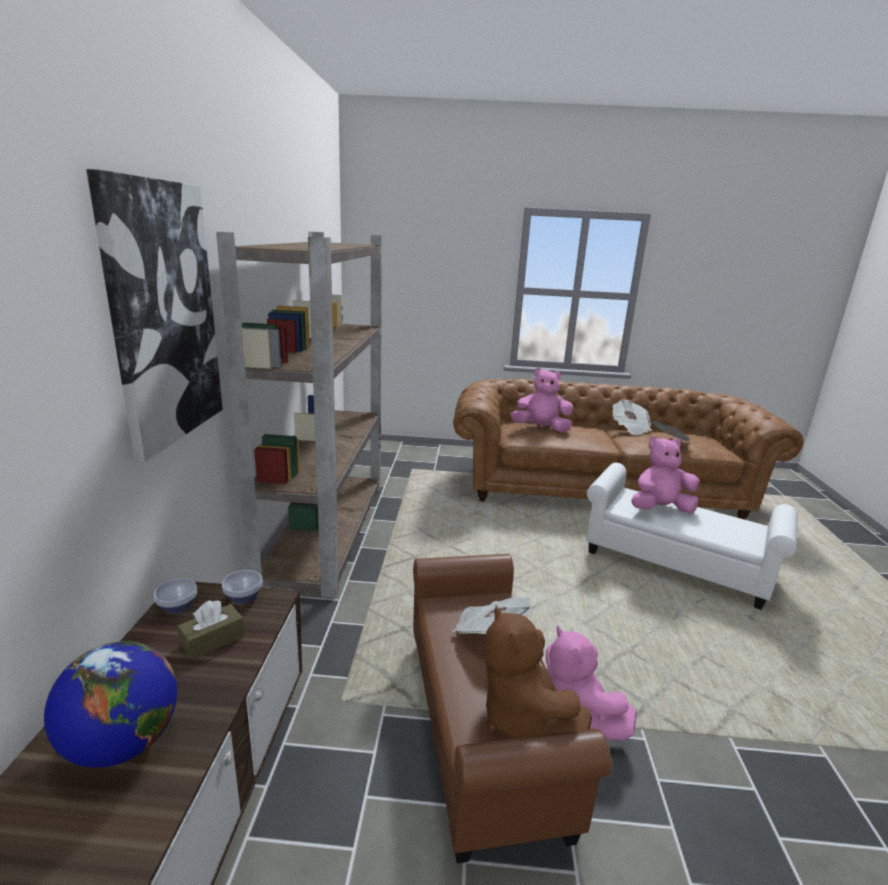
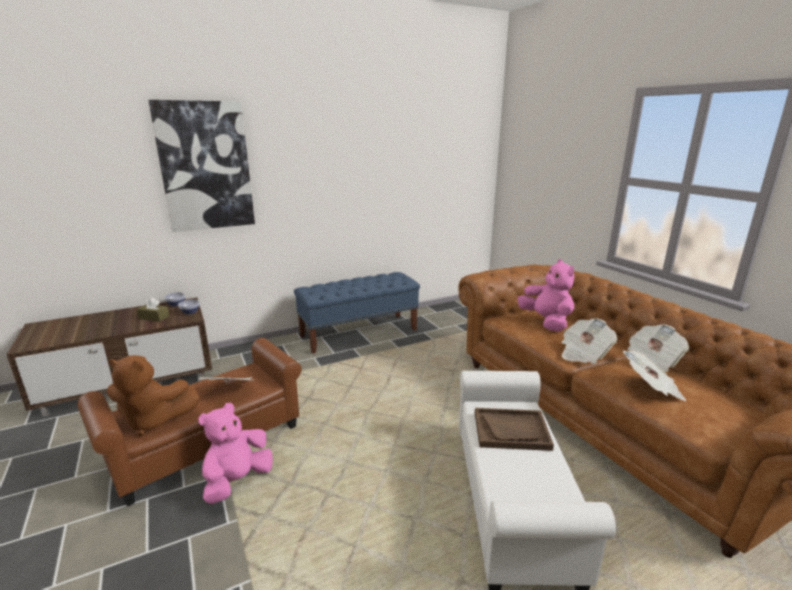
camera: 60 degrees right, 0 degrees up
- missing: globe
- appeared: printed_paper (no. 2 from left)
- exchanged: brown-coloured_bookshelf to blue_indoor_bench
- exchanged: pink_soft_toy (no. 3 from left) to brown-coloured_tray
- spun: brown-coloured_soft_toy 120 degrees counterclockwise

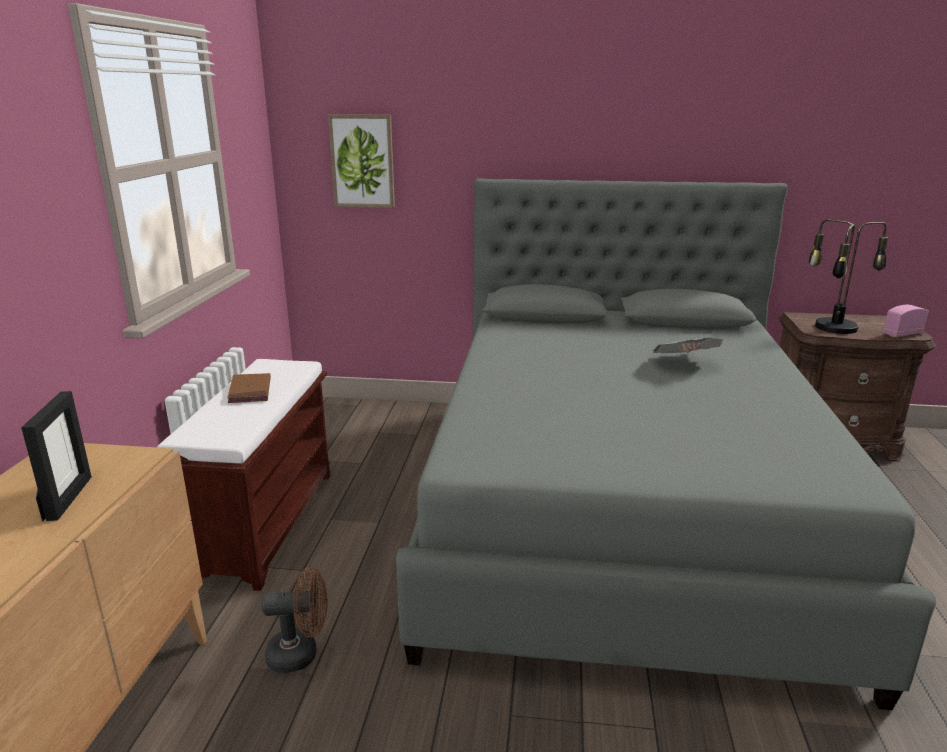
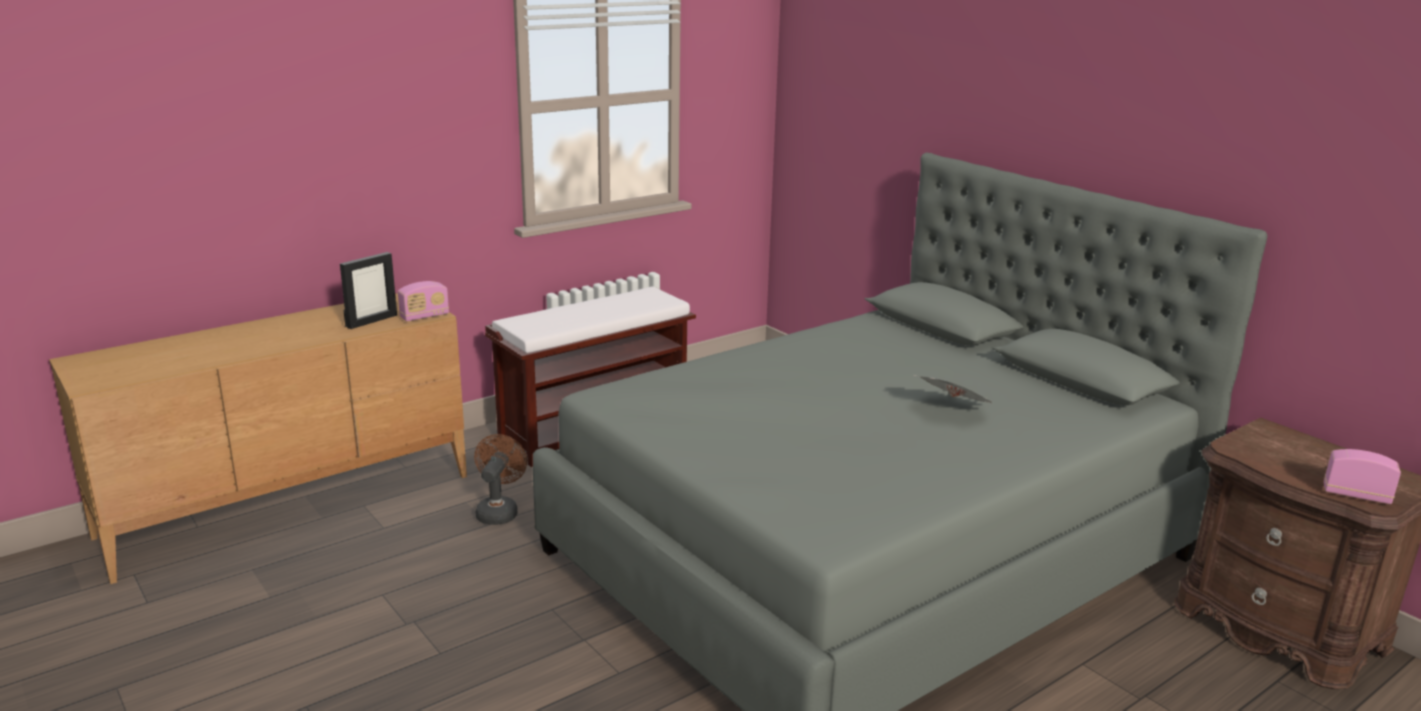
camera: 45 degrees right, 0 degrees up
- missing: brown-coloured_book
- missing: wall_picture
- missing: lamp_for_a_table
- appeared: radio_receiver (no. 1 from left)
- spun: brown-coloured_electric_fan 120 degrees counterclockwise

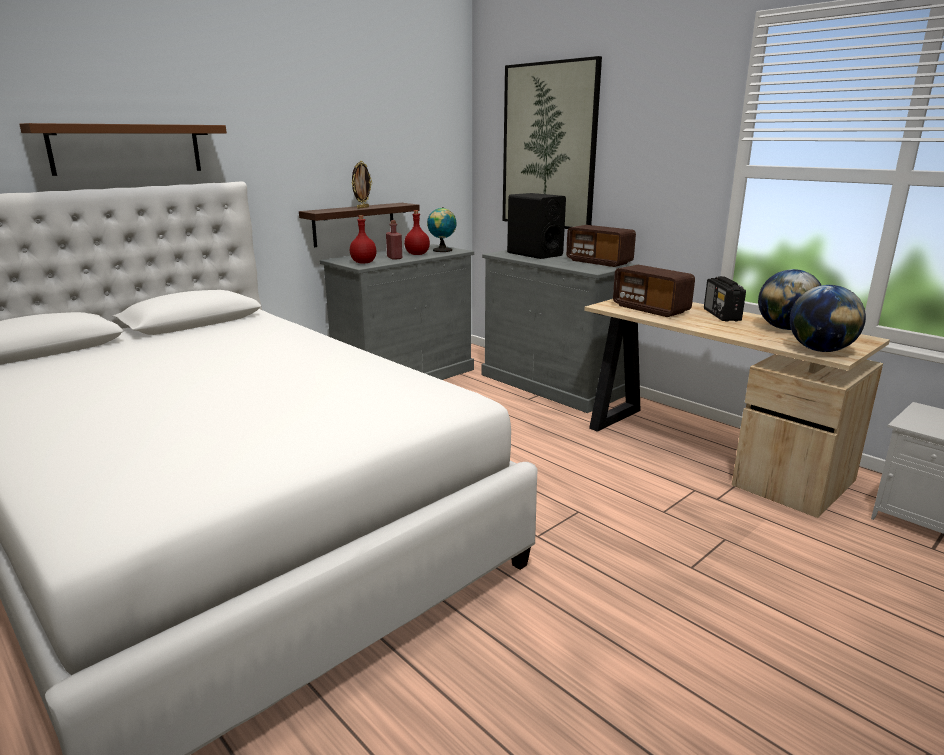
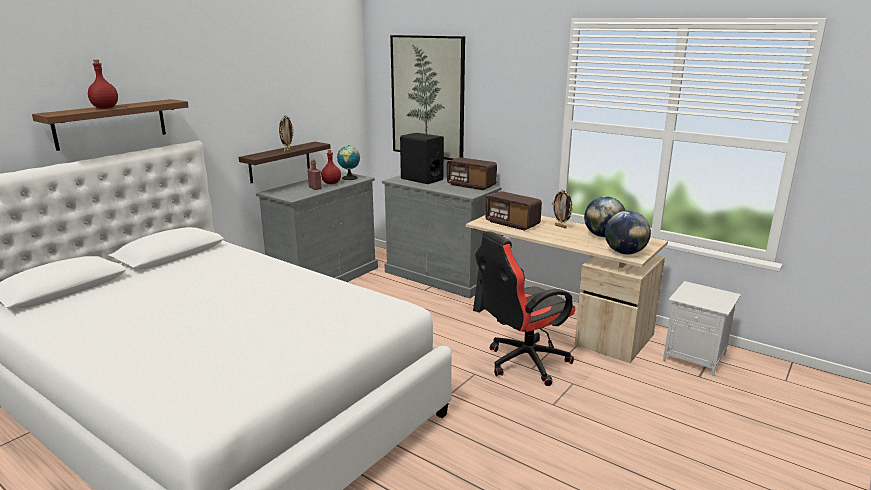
camera: 10 degrees left, 0 degrees up
- appeared: black_desk_chair
- relocated: red_bottle (no. 1 from left)
- exchanged: radio_receiver (no. 3 from left) to picture_frame (no. 2 from left)

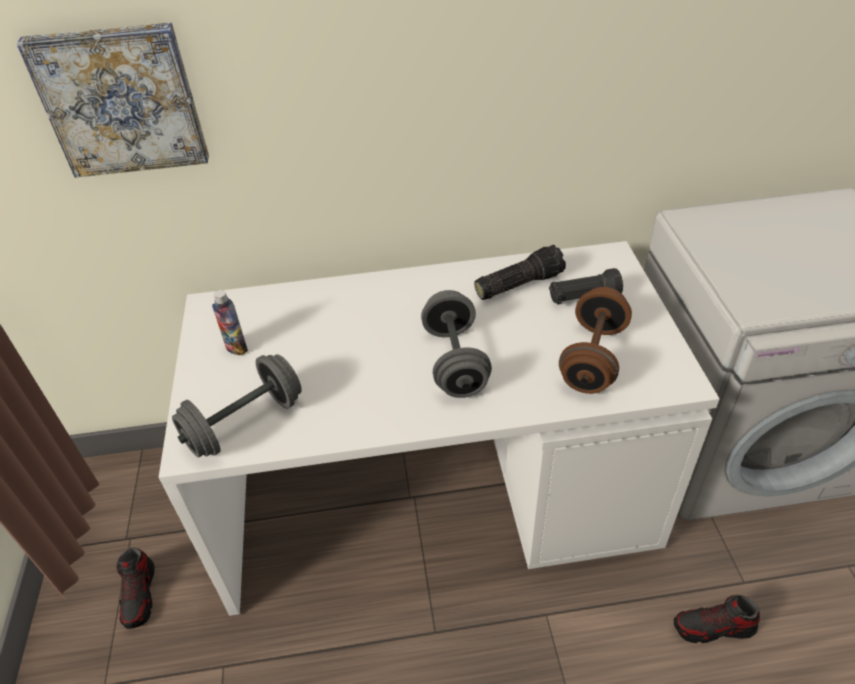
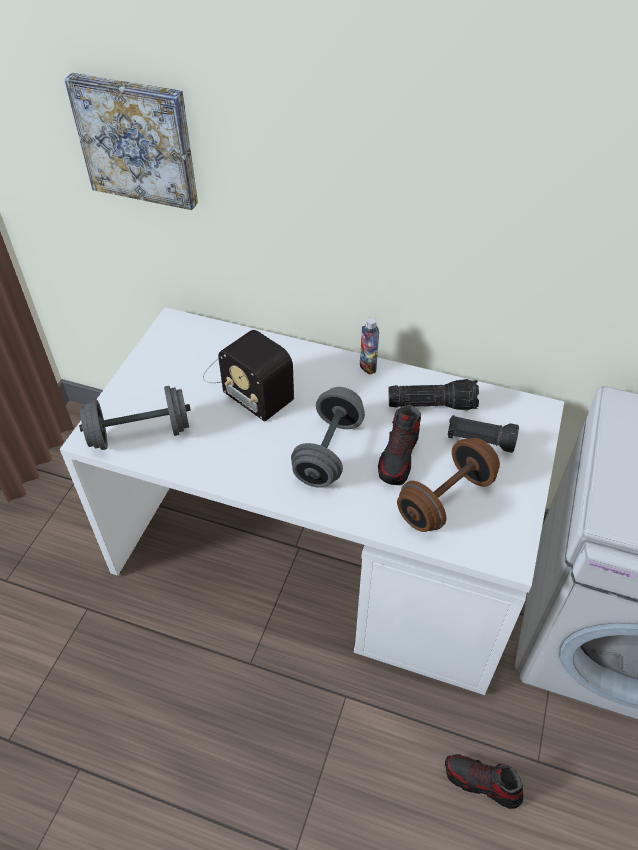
camera: 25 degrees right, 5 degrees up
- appeared: radio_receiver
- relocated: low_shoe (no. 1 from left)
- relocated: bottle

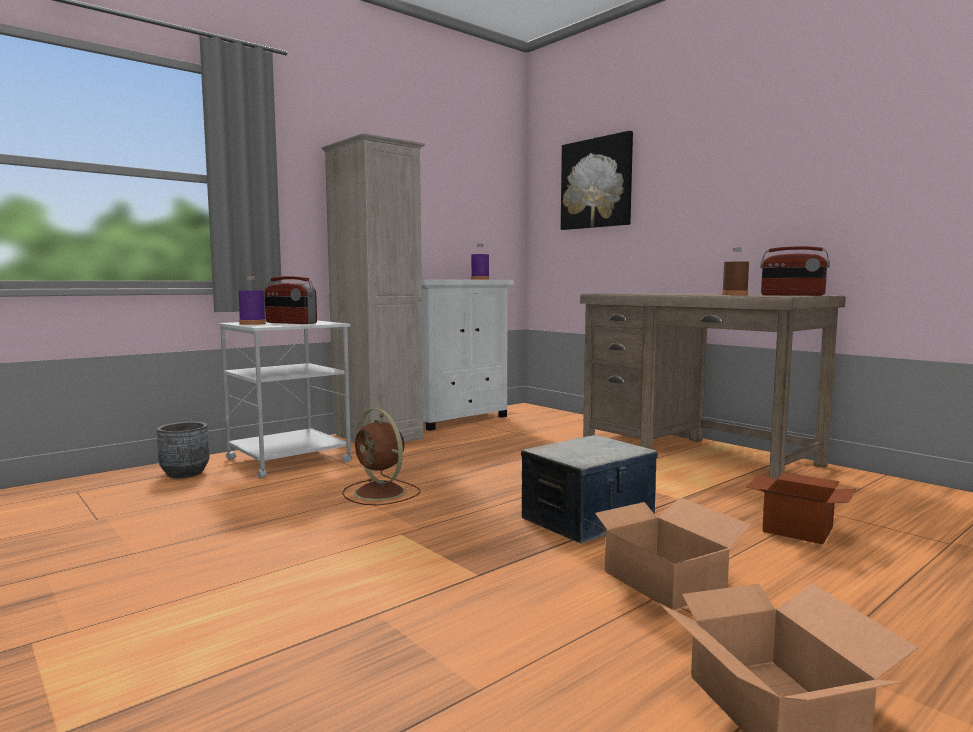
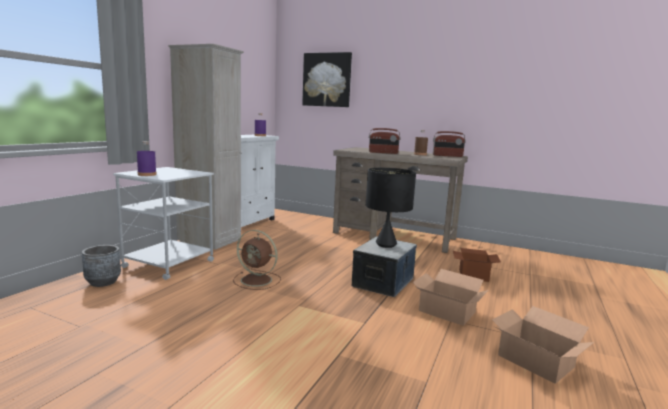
camera: 25 degrees left, 5 degrees up
- appeared: black_lamp_for_a_table
- relocated: radio_receiver (no. 1 from left)

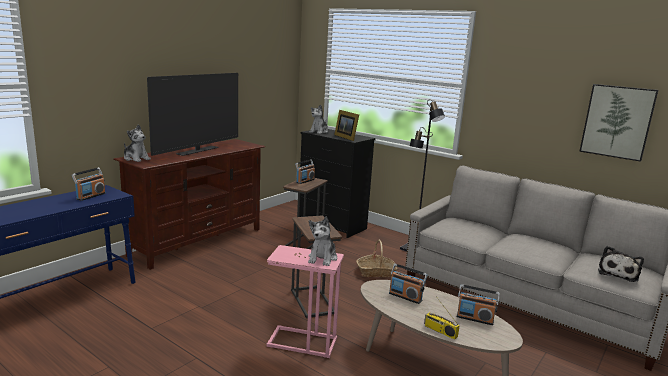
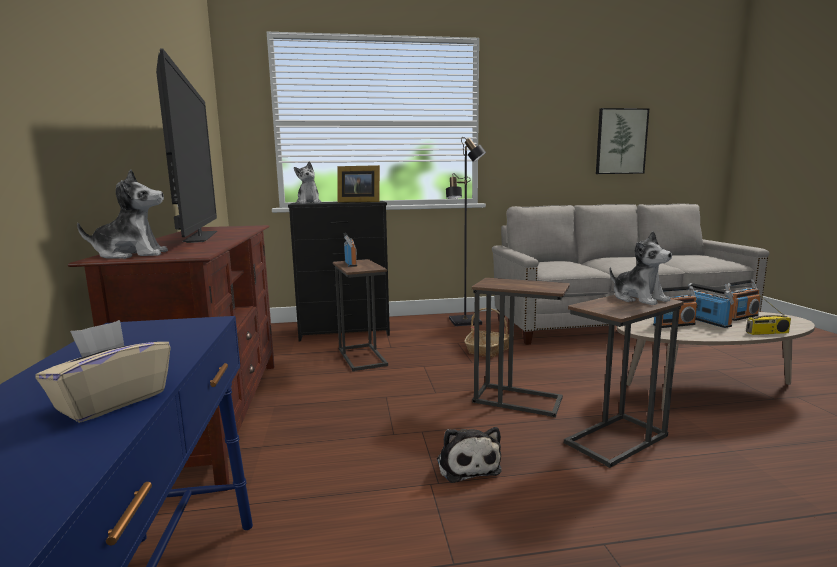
camera: 45 degrees left, 5 degrees down
- appeared: beige-coloured_tissue_holder
- relocated: radio_receiver (no. 1 from left in the first image) to radio_receiver (no. 3 from left)
- relocated: soft_toy (no. 4 from left in the first image) to soft_toy (no. 3 from left)
- colour: pink_end_table to brown-coloured_end_table (no. 3 from left)

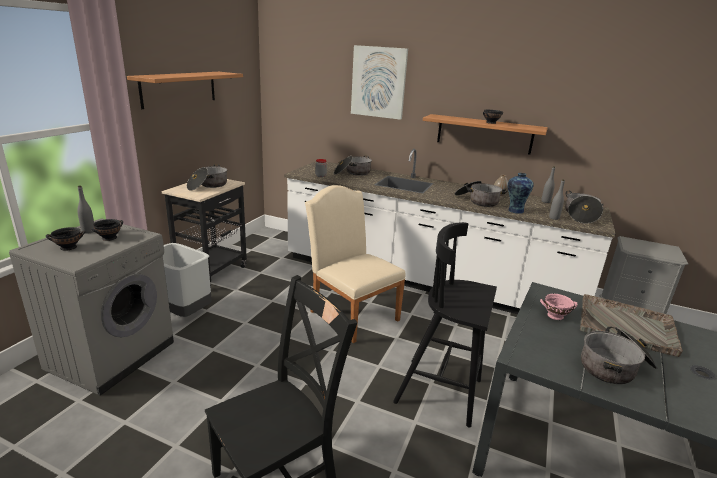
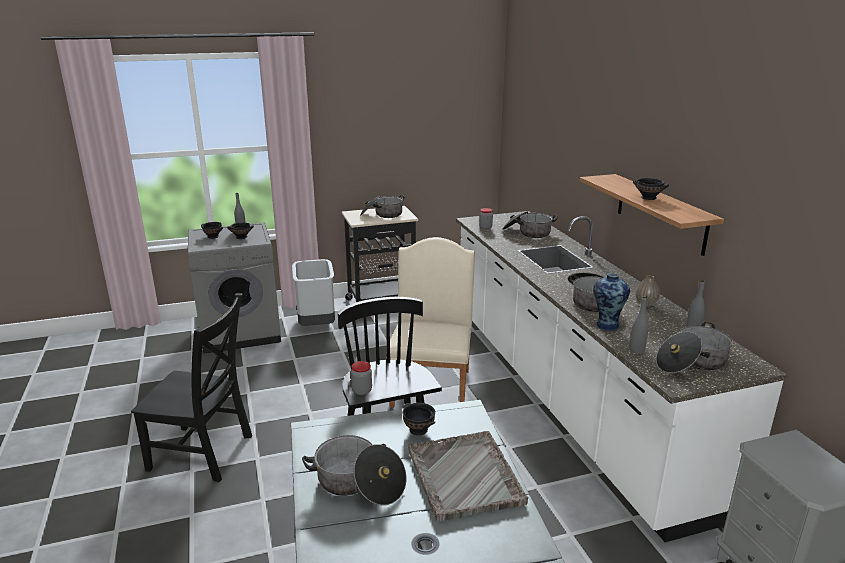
camera: 50 degrees right, 0 degrees up
- missing: wall_shelf (no. 1 from left)
- missing: wall_picture
- appeared: storage_jar (no. 1 from left)
- colour: pink_bowl to black_bowl (no. 3 from left)

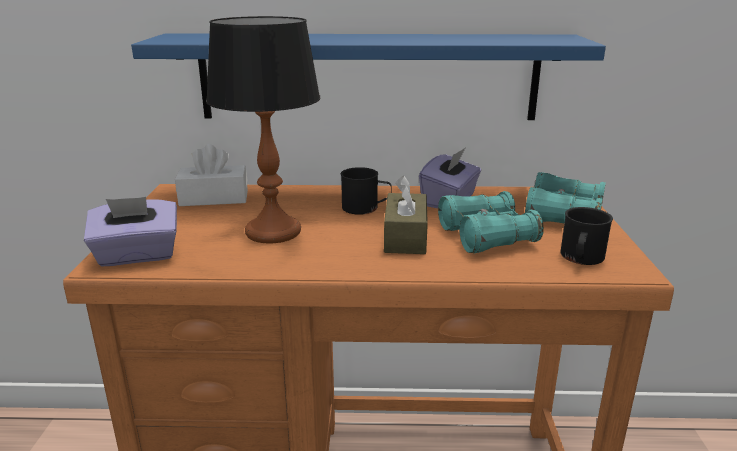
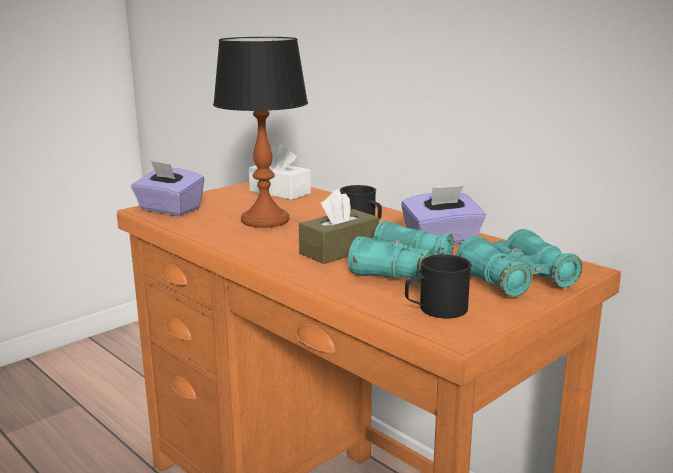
camera: 45 degrees right, 5 degrees down
- missing: blue_wall_shelf

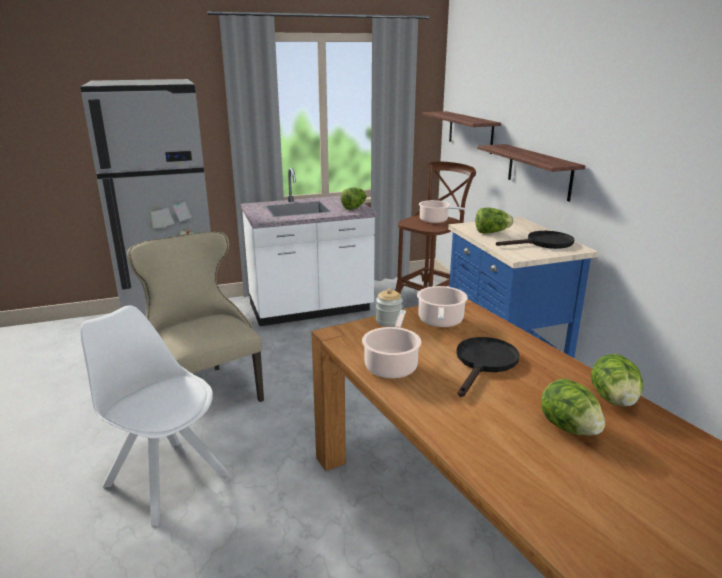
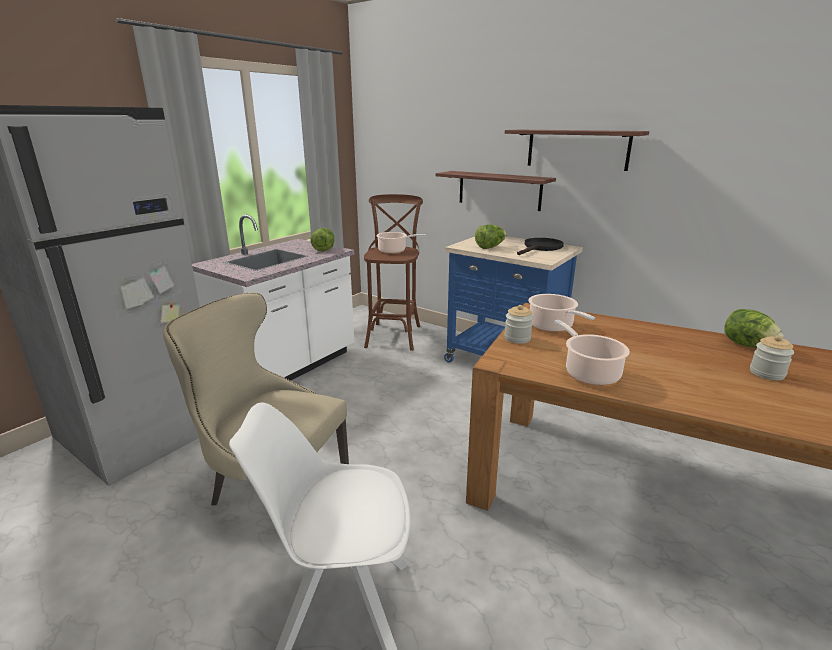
camera: 35 degrees left, 0 degrees up
- missing: black_pan (no. 1 from left)
- relocated: wall_shelf (no. 1 from left in the first image) to wall_shelf (no. 2 from left)
- exchanged: lettuce (no. 3 from left) to storage_jar (no. 2 from left)

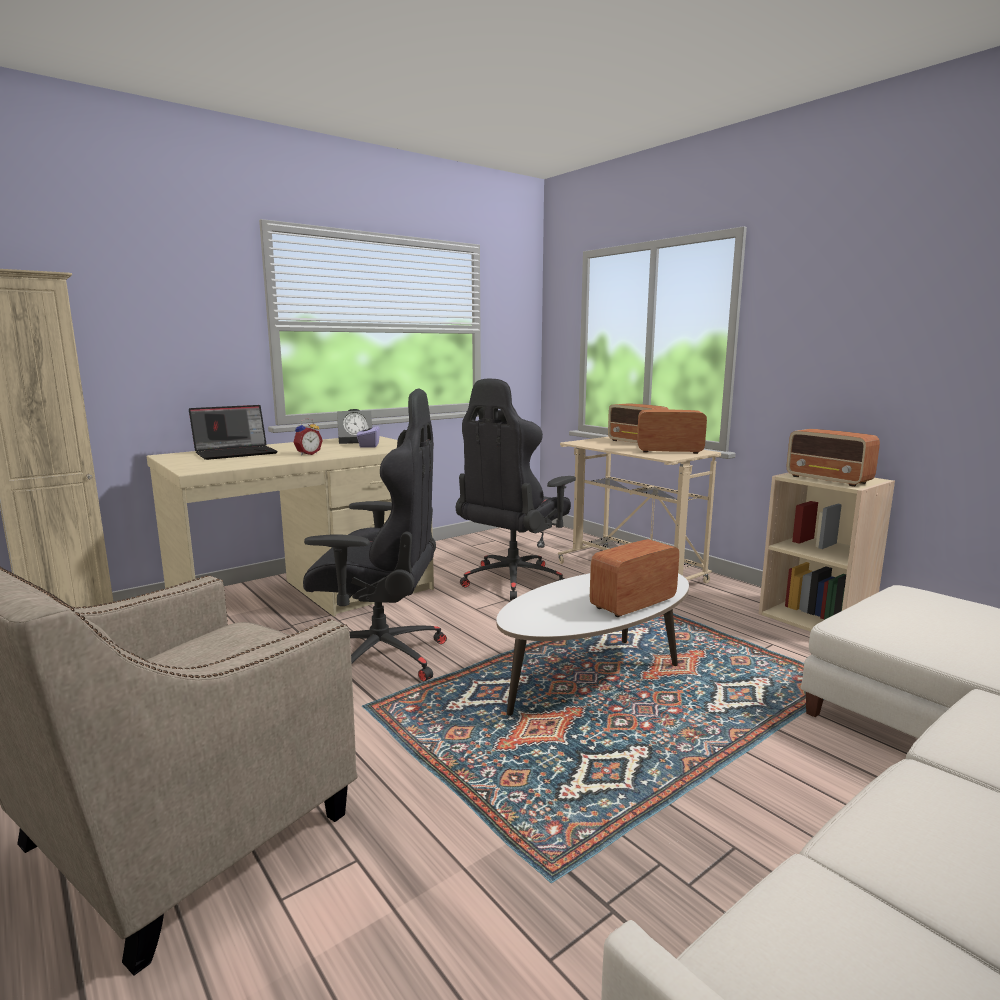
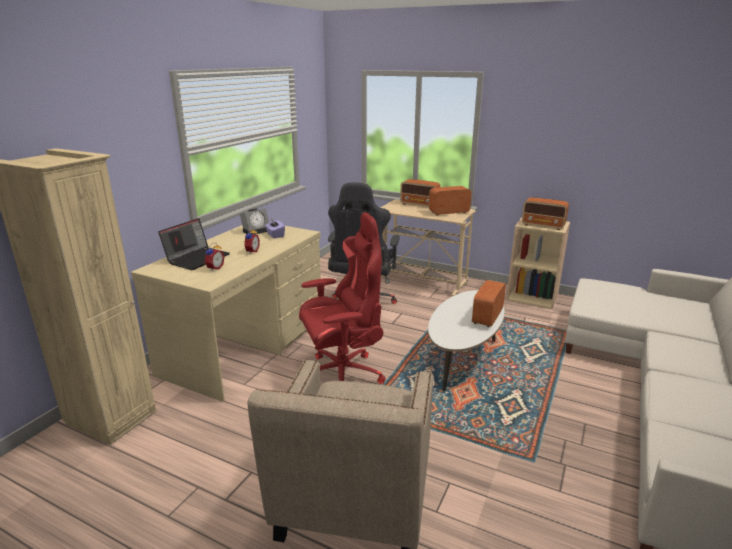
camera: 25 degrees left, 10 degrees up
- appeared: alarm_clock (no. 1 from left)
- colour: black_desk_chair (no. 1 from left) to red_desk_chair

